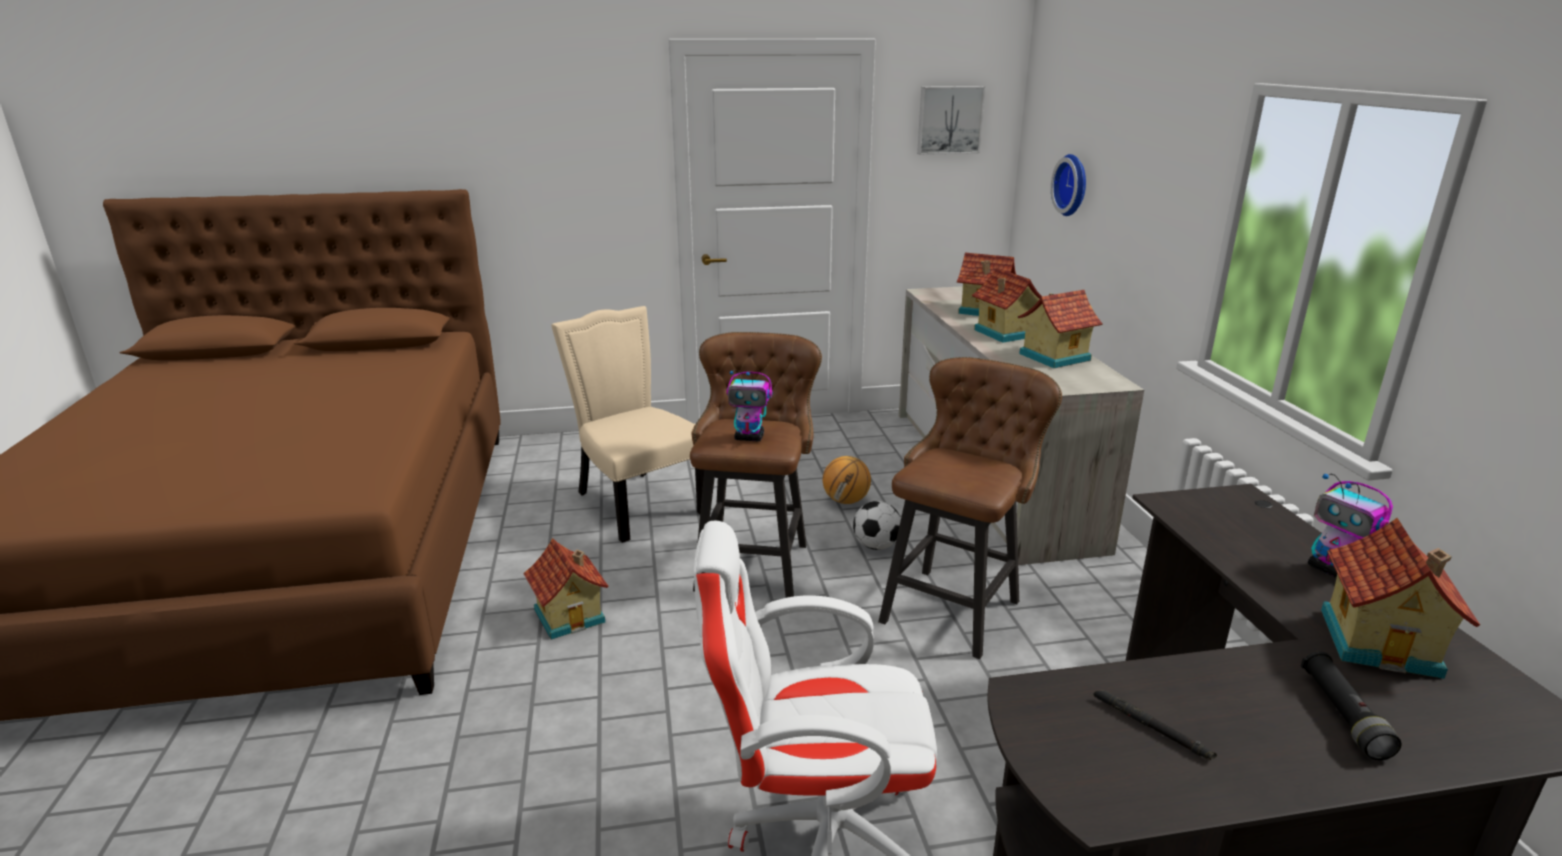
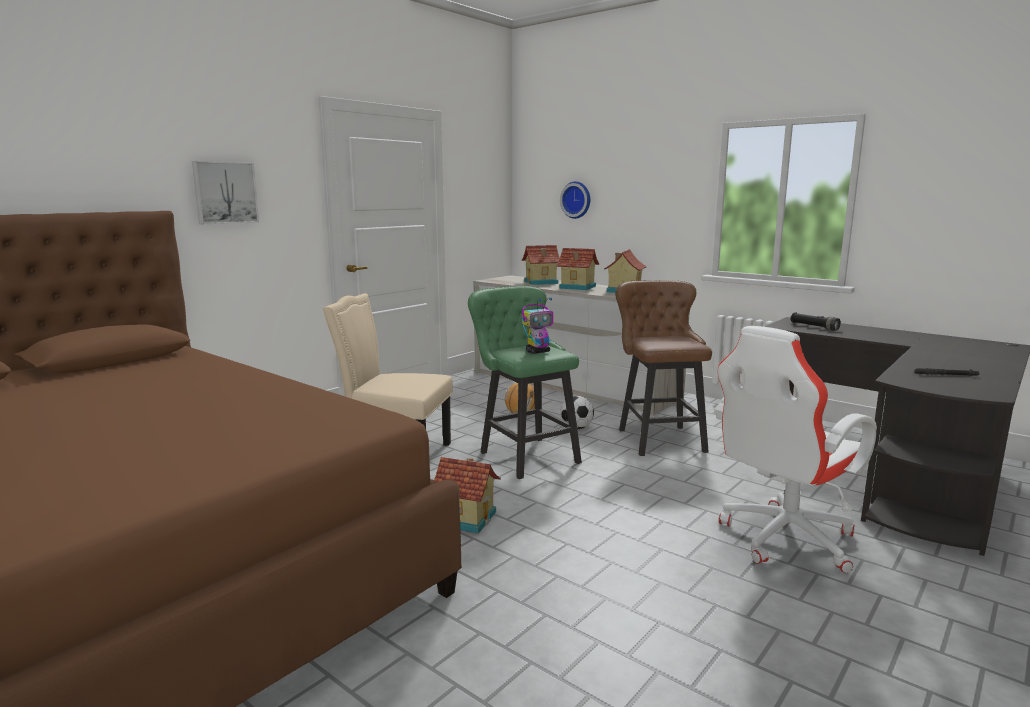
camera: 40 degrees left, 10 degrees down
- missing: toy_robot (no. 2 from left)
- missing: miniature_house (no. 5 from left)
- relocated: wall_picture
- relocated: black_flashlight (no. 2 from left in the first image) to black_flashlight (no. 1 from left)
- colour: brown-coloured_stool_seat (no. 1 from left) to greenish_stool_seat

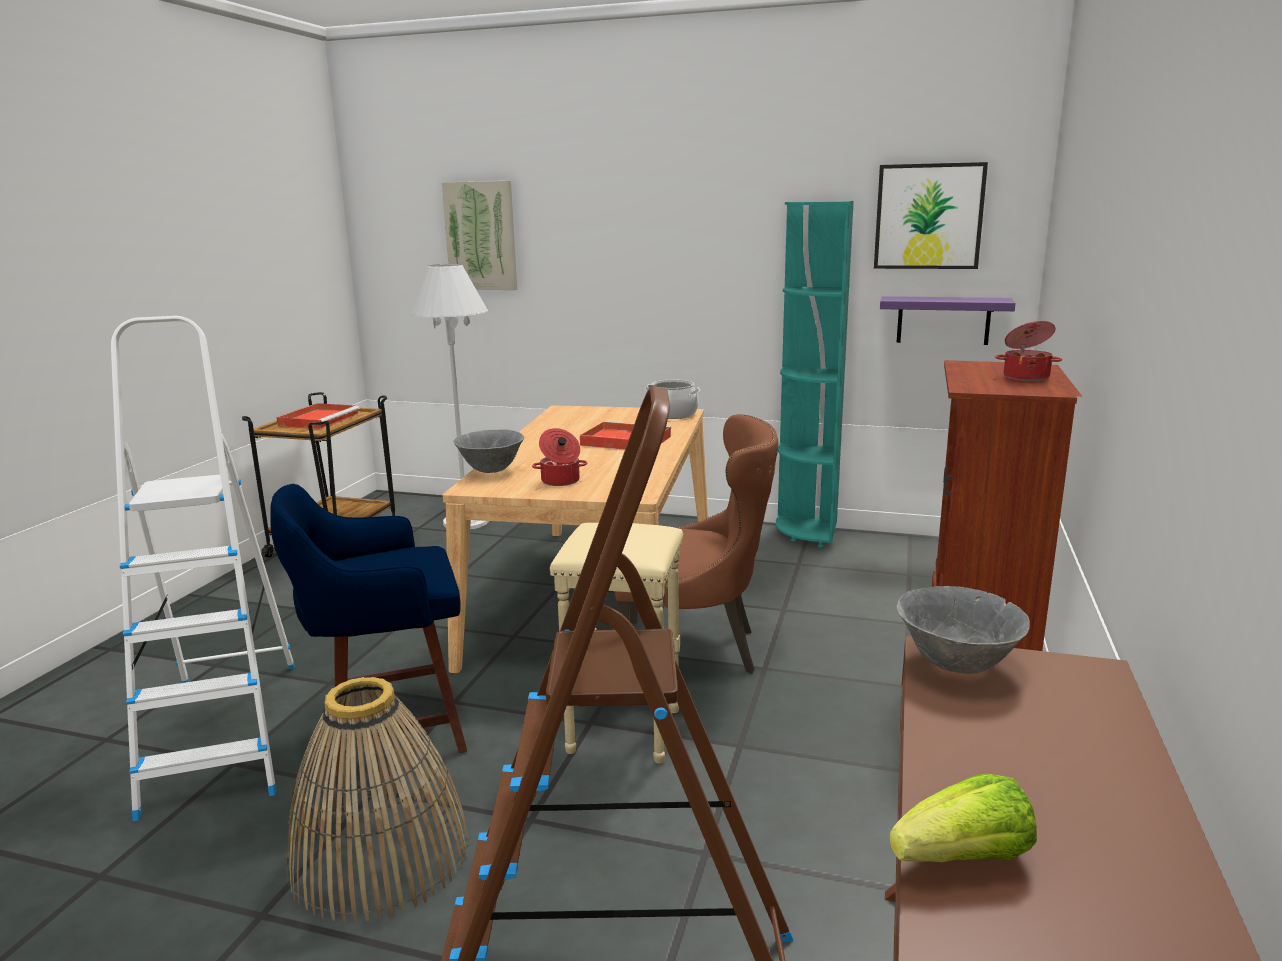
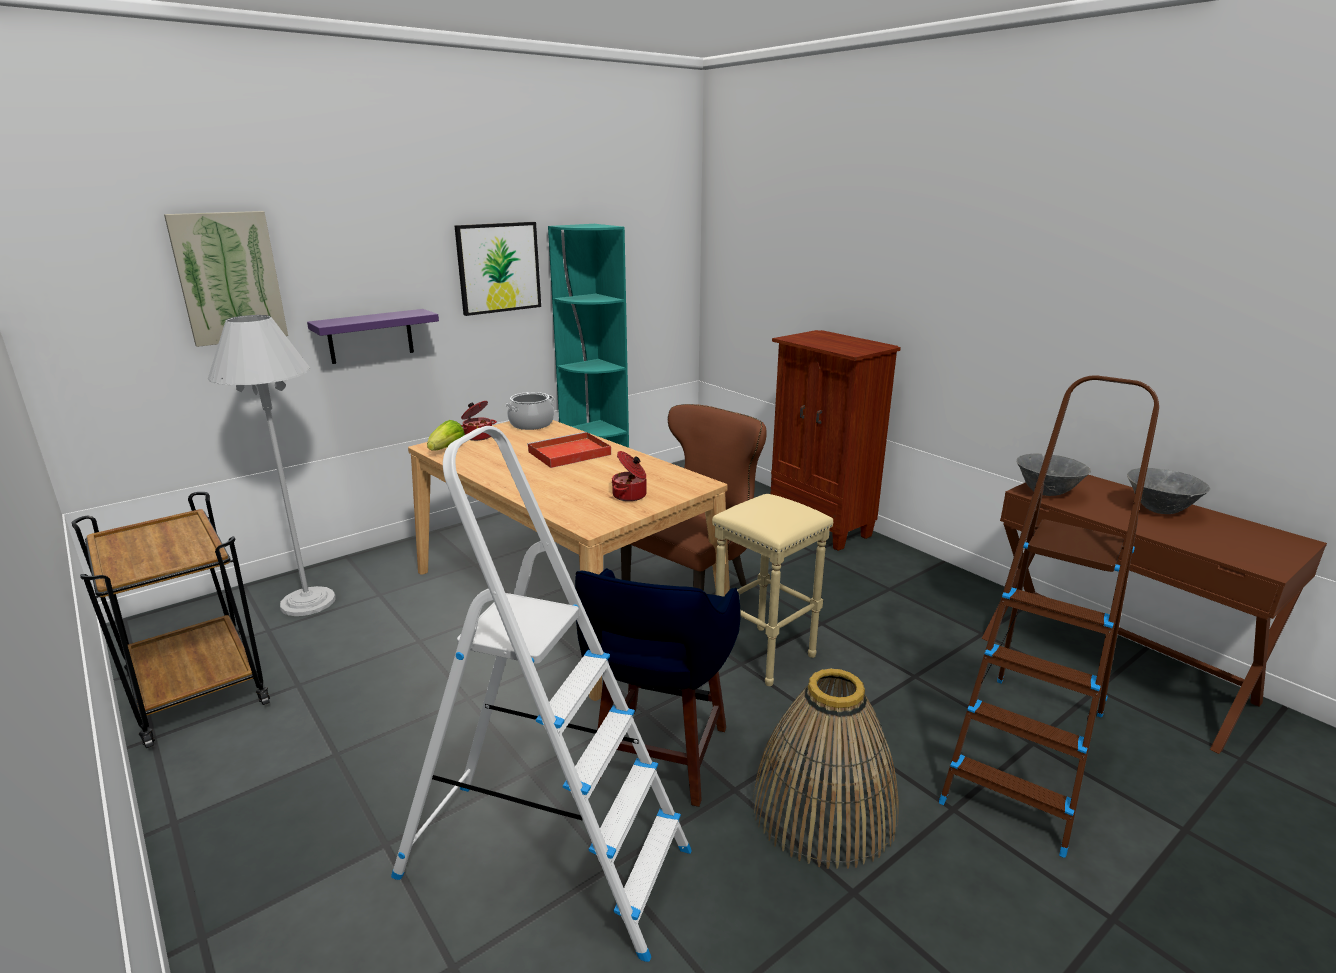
camera: 55 degrees left, 5 degrees up
- missing: red_tray (no. 1 from left)
- relocated: grey_bowl (no. 1 from left in the first image) to grey_bowl (no. 2 from left)
- relocated: wall_picture (no. 2 from left)
- relocated: purple_wall_shelf
- relocated: lettuce
- relocated: stockpot (no. 3 from left in the first image) to stockpot (no. 1 from left)

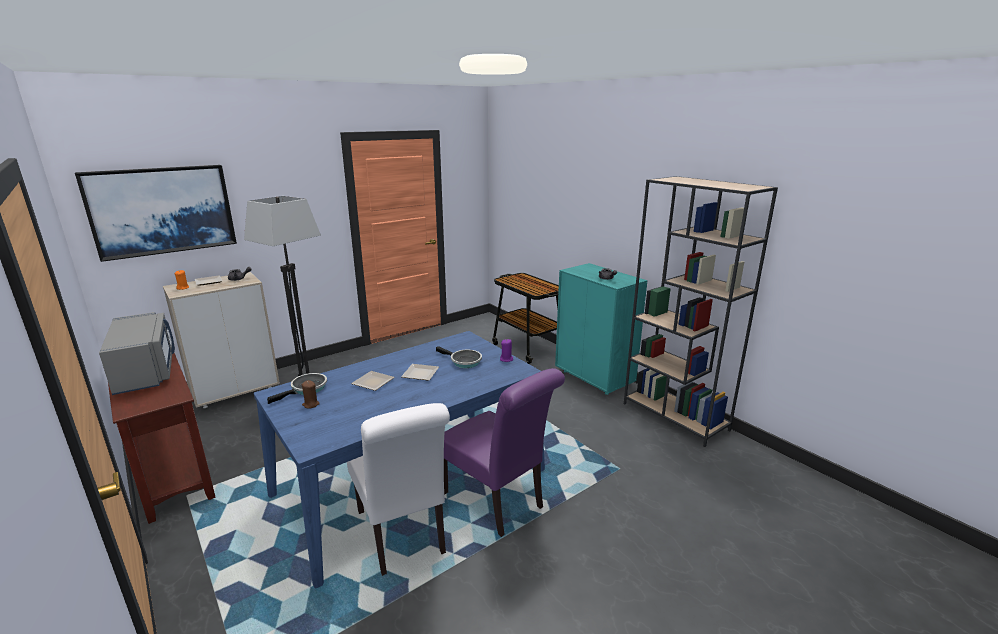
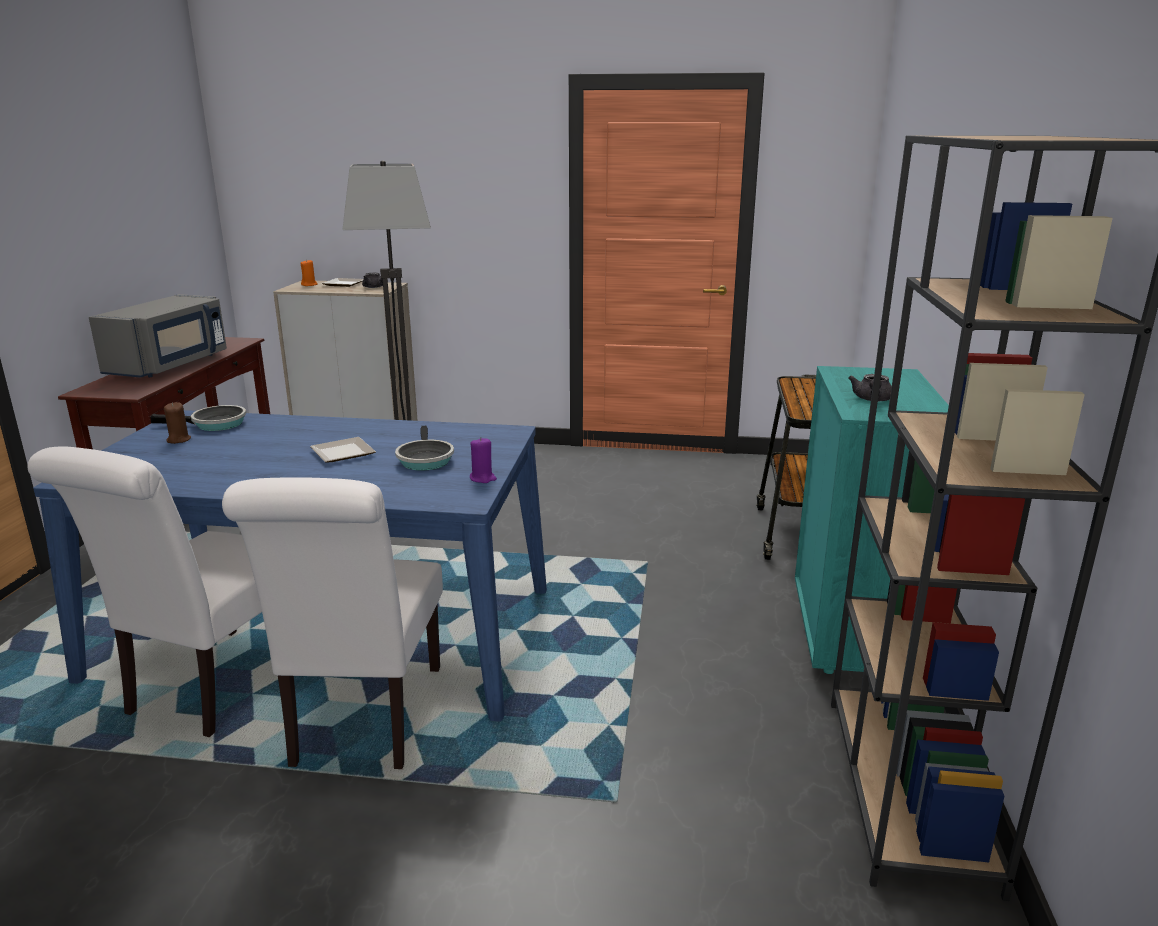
camera: 45 degrees right, 0 degrees up
- missing: wall_picture
- missing: flat_dish (no. 2 from left)
- colour: purple_plain_chair to whitish_plain_chair (no. 2 from left)

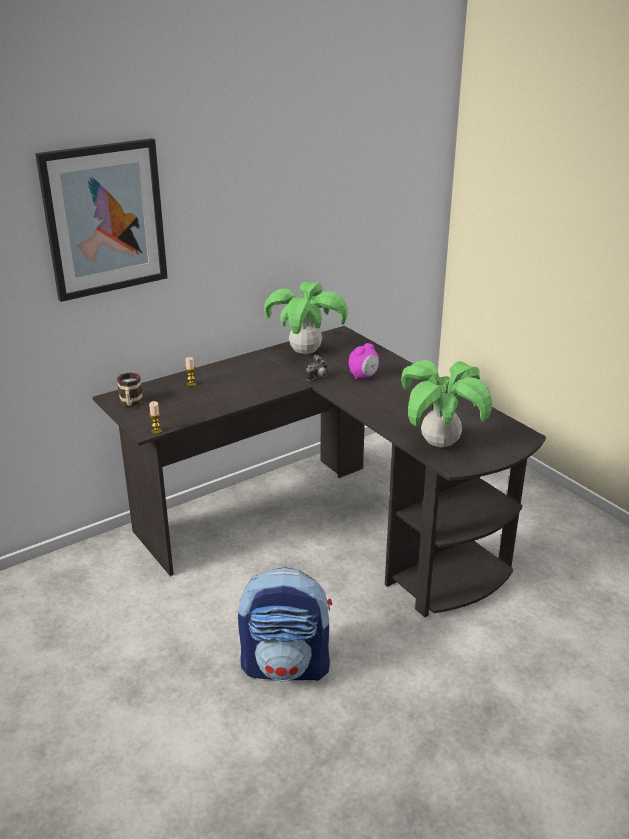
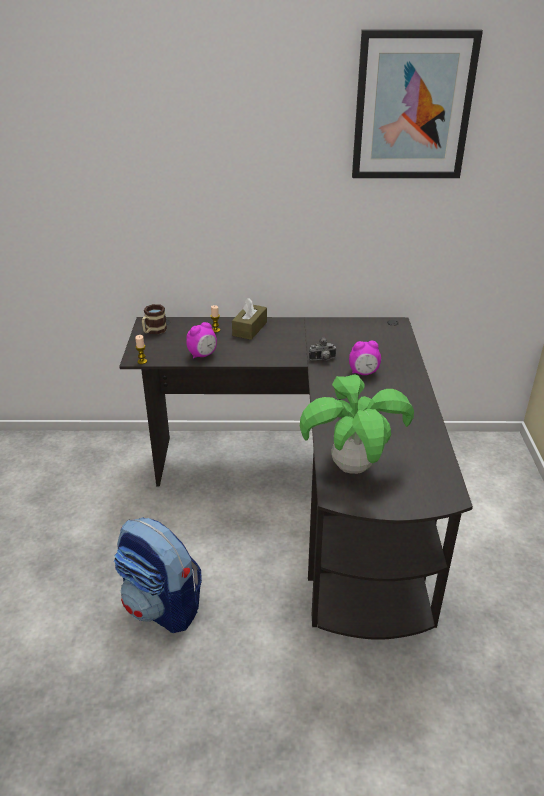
camera: 35 degrees right, 5 degrees up
- missing: houseplant (no. 1 from left)
- appeared: alarm_clock (no. 1 from left)
- appeared: brown-coloured_tissue_holder
- relocated: wall_picture

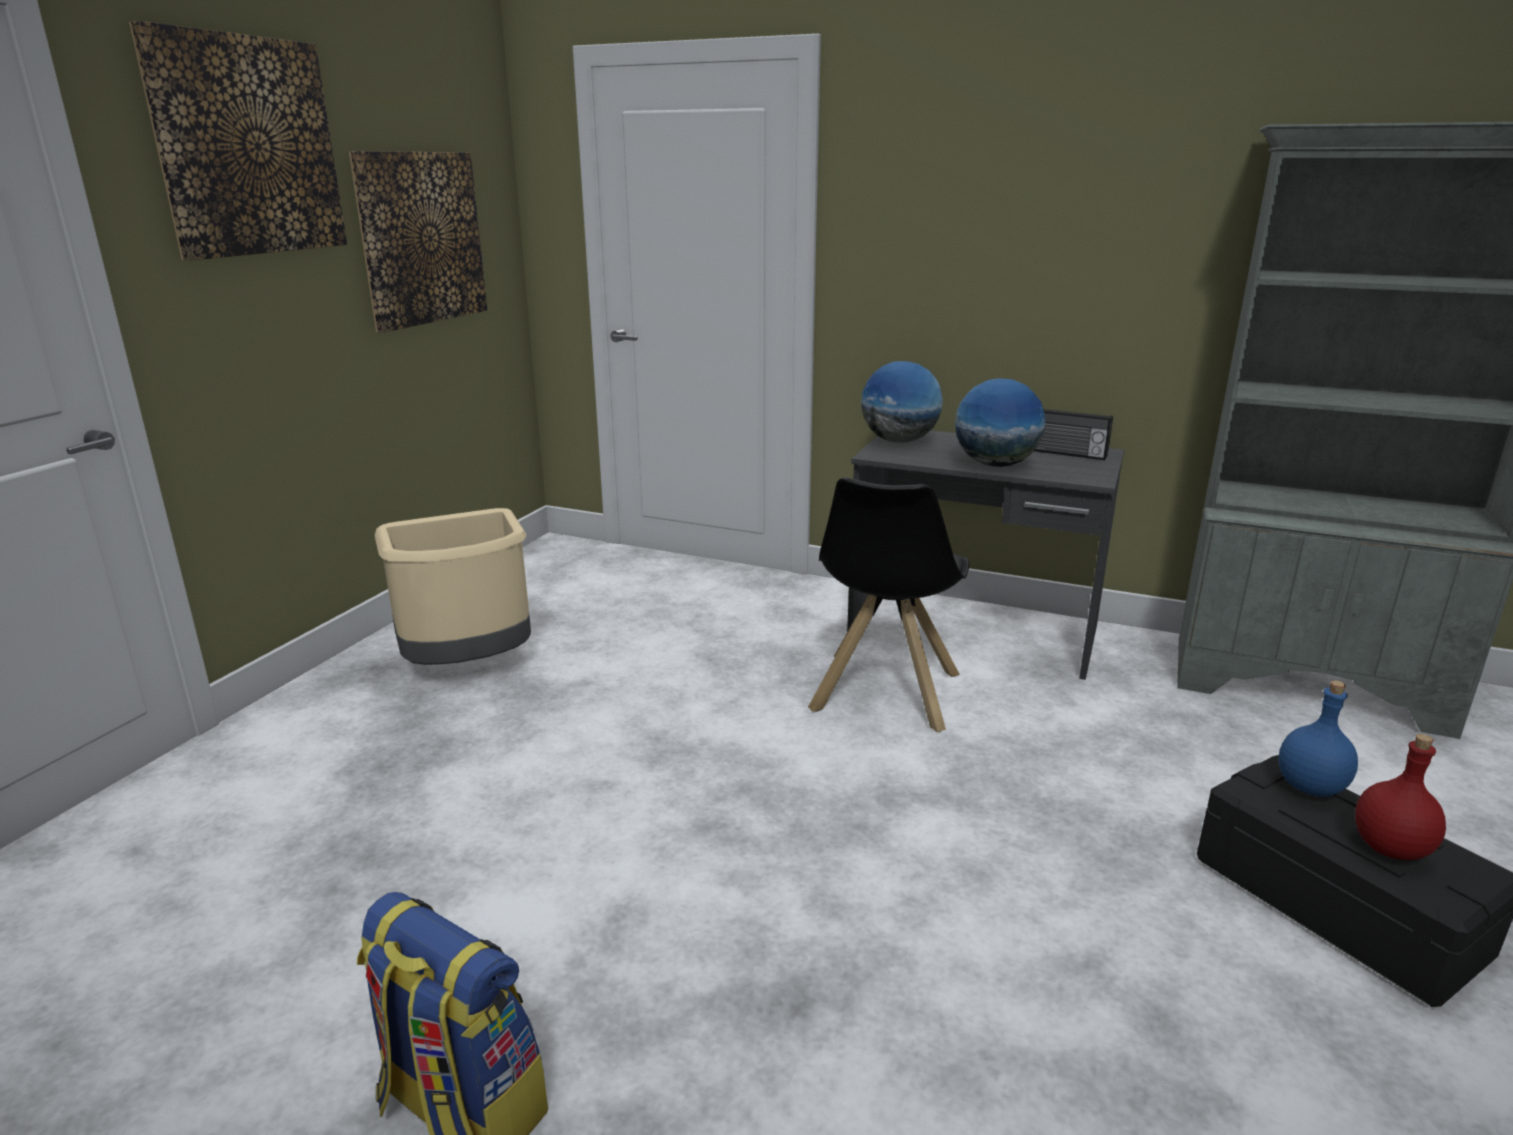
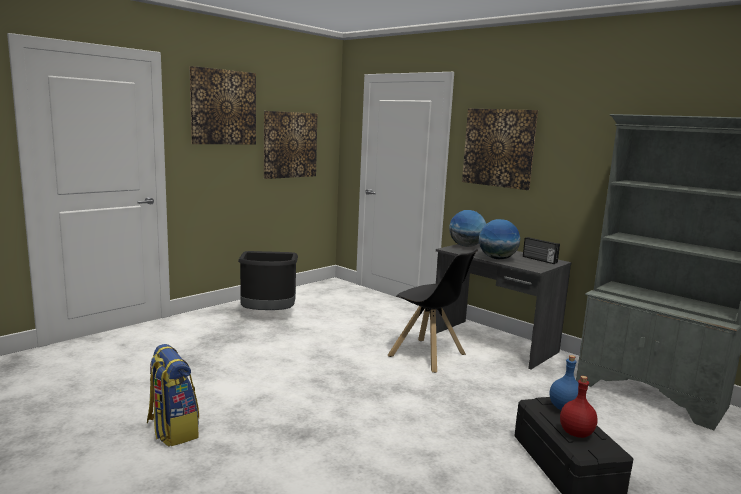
camera: 20 degrees right, 10 degrees down
- appeared: wall_picture (no. 3 from left)
- colour: beige-coloured_rubbish_bin to black_rubbish_bin
- spun: black_plain_chair 90 degrees counterclockwise

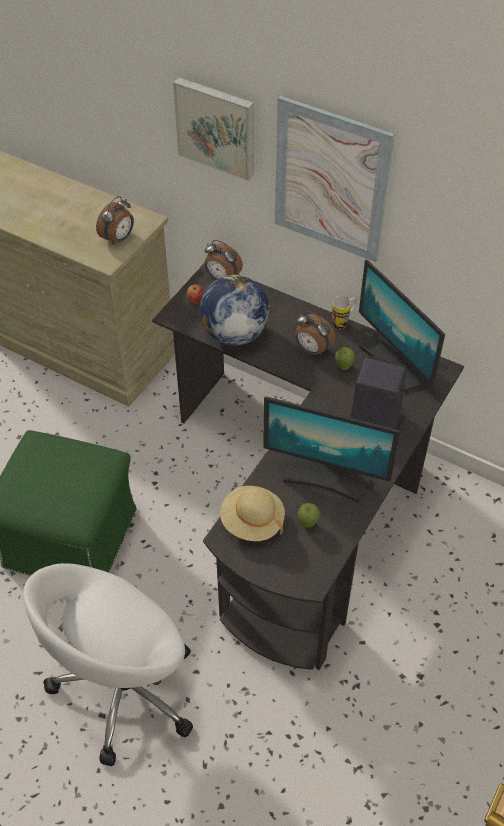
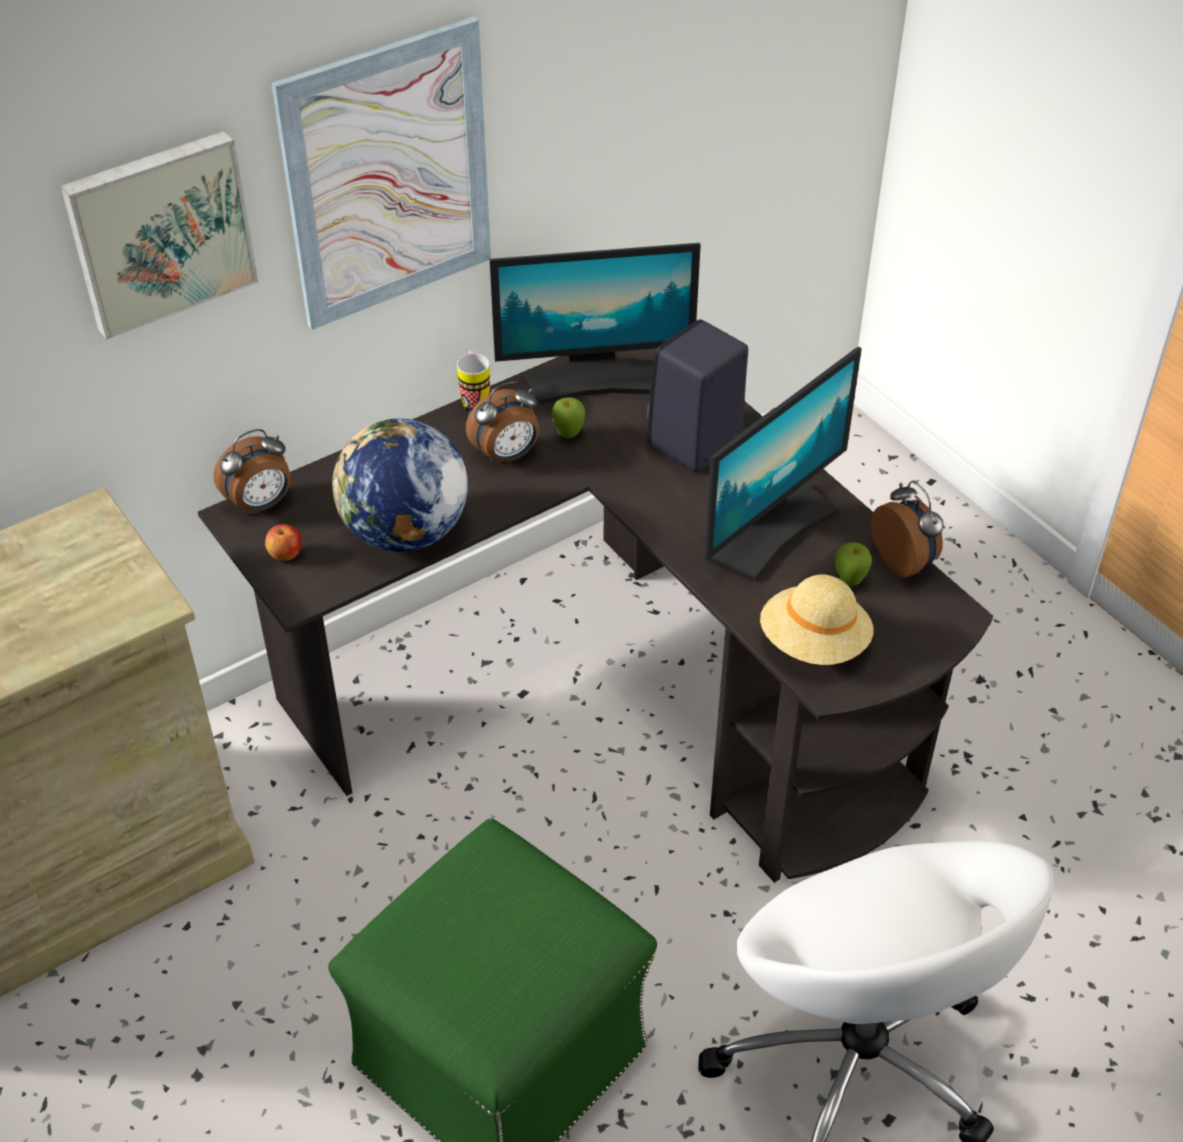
camera: 65 degrees left, 5 degrees down
- relocated: alarm_clock (no. 1 from left in the first image) to alarm_clock (no. 3 from left)

